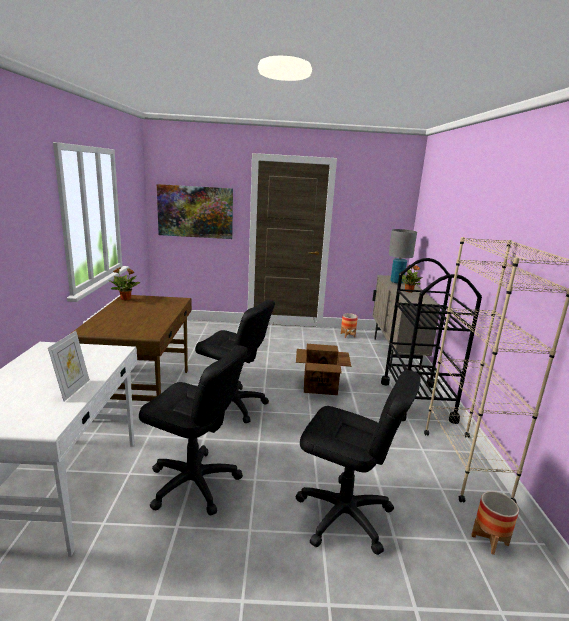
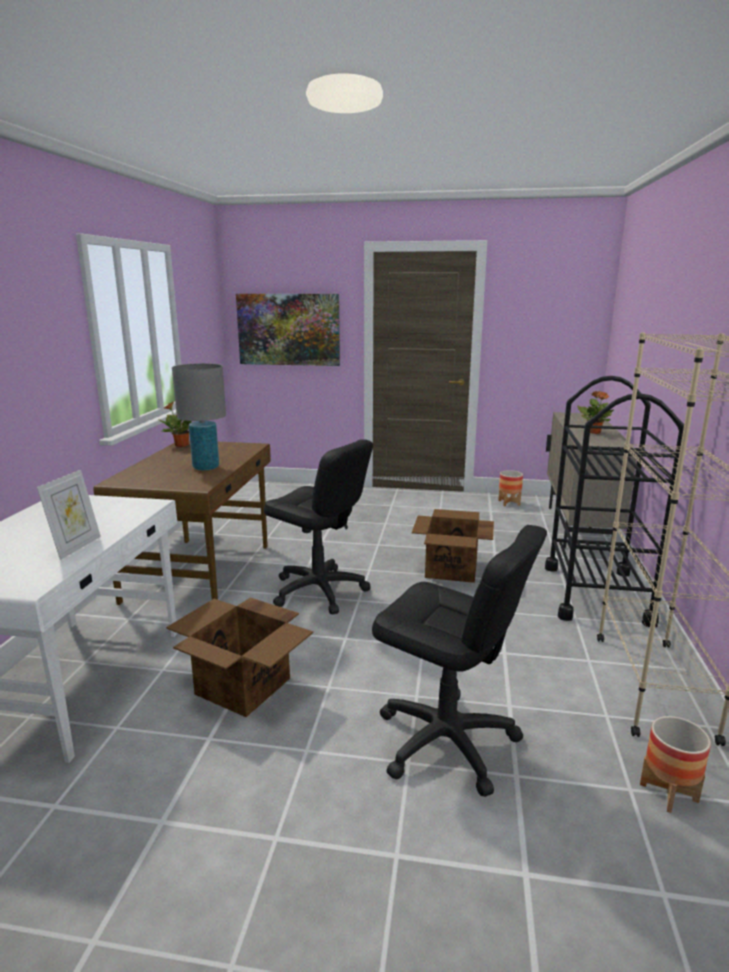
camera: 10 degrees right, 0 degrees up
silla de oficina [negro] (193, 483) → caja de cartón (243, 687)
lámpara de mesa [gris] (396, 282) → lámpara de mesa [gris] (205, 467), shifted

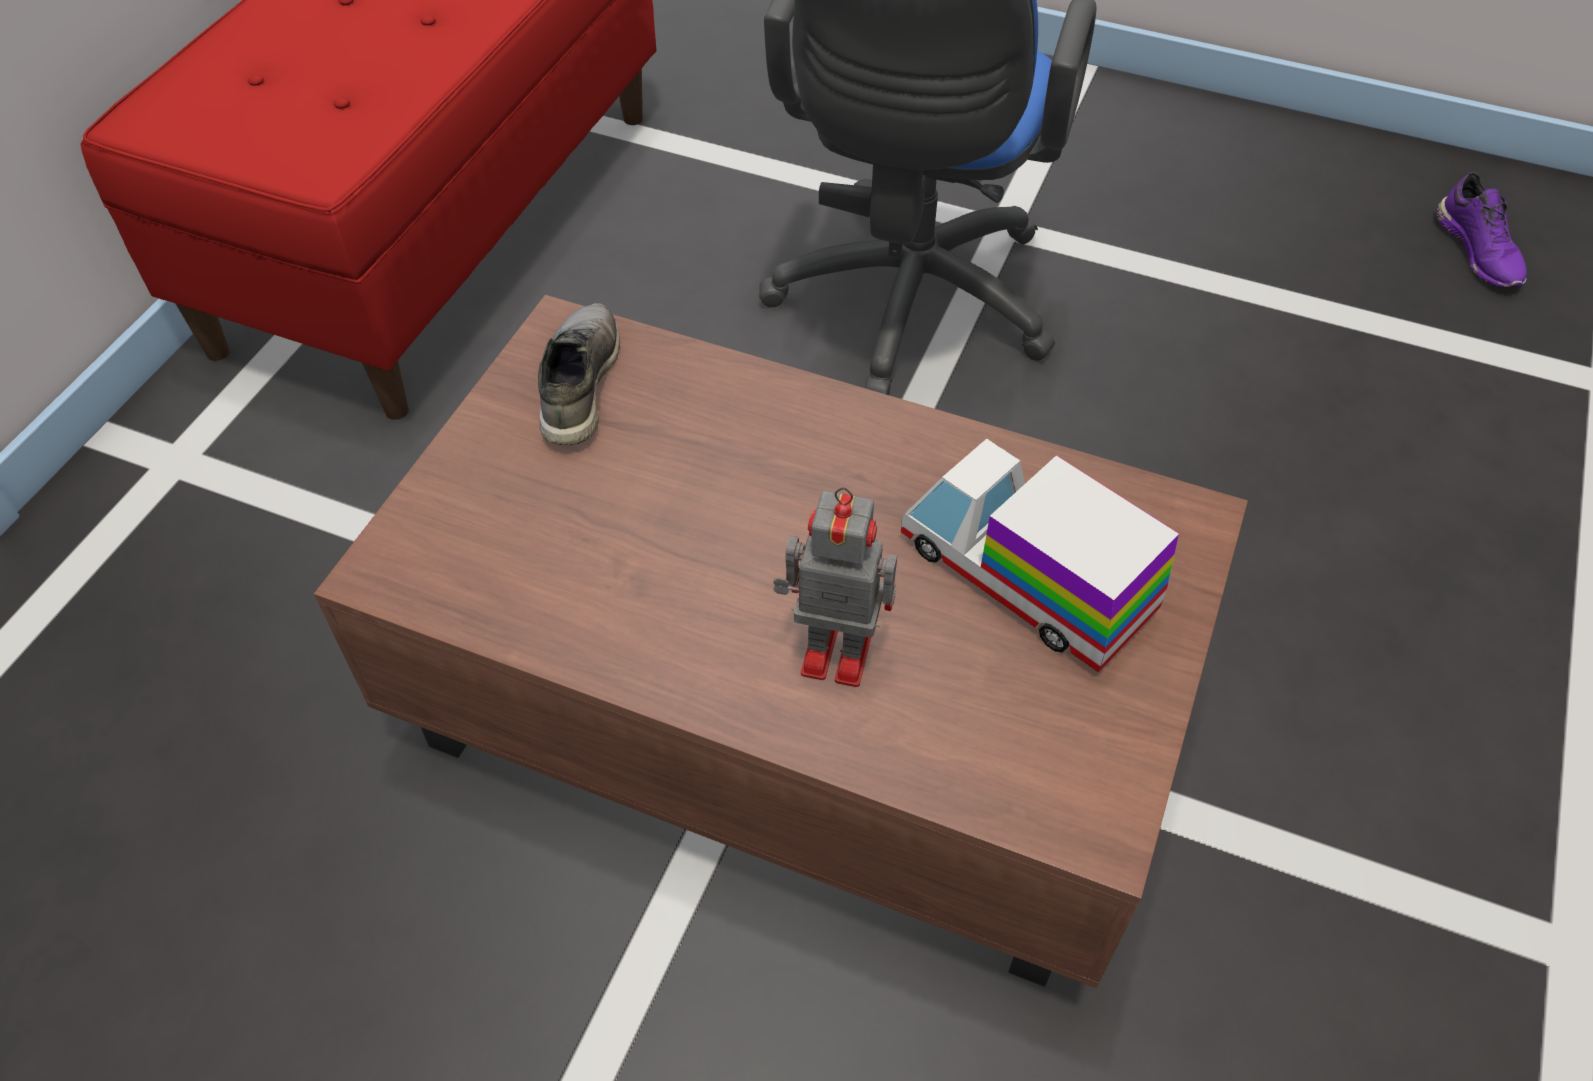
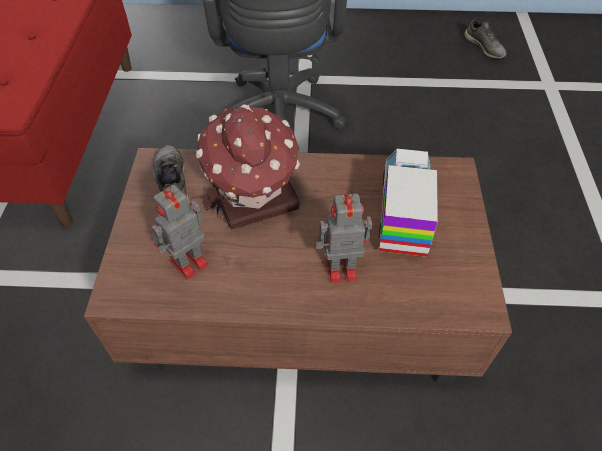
camera: 20 degrees left, 0 degrees up
camión de juguete (1025, 576) → camión de juguete (403, 212), 75 degrees clockwise
zapato [morado] (1479, 251) → zapato [gris] (485, 47)
- → robot de juguete (187, 263)
- → casita (253, 194)

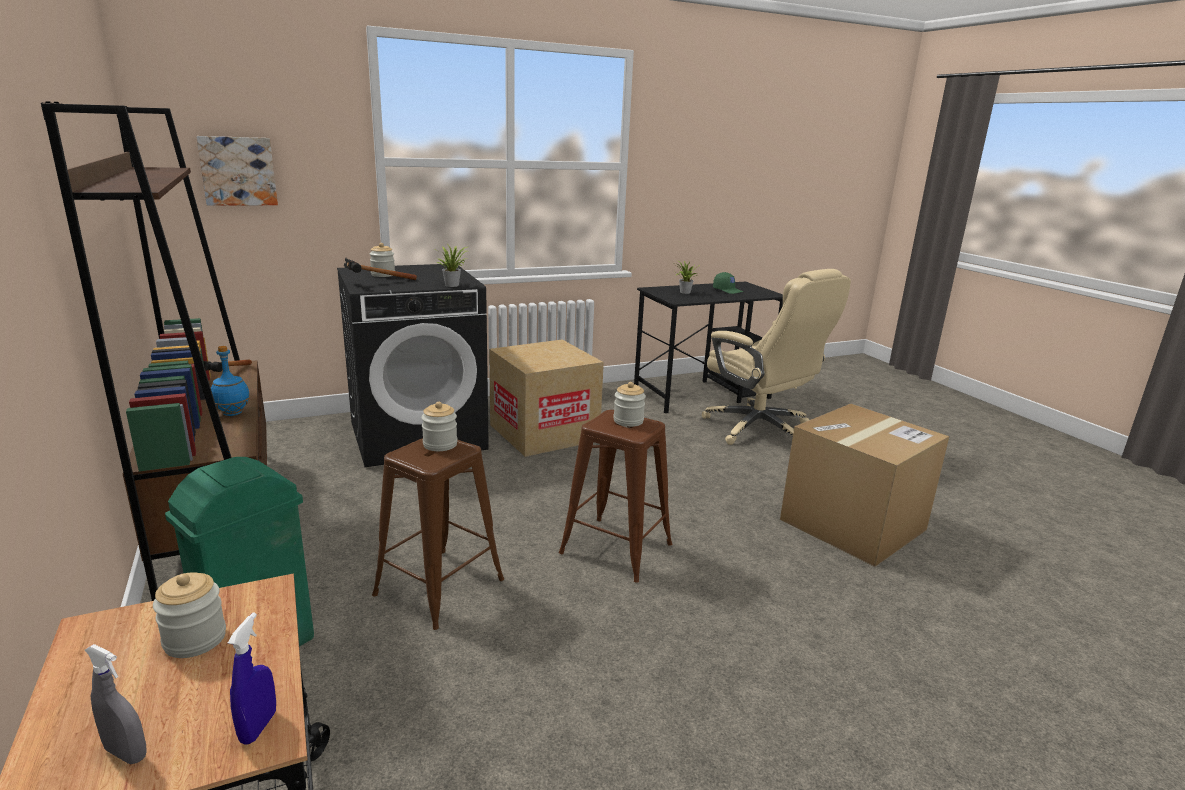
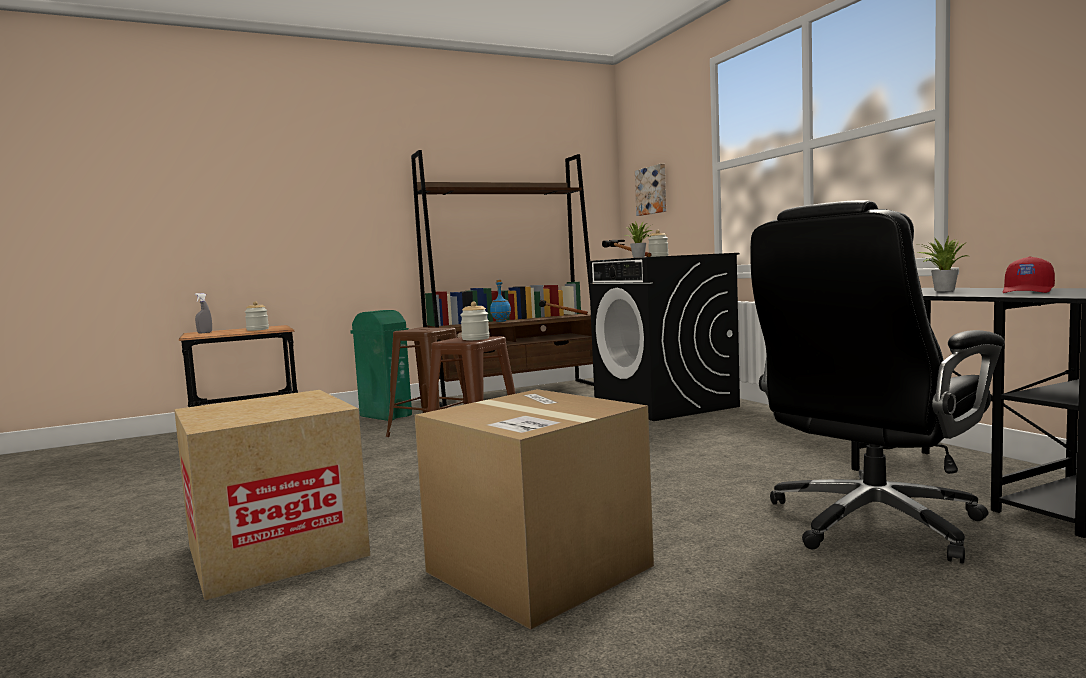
camera: 90 degrees right, 15 degrees down
pulverizador [azul] (258, 727) → -
tarro (440, 444) → -
caja de cartón (544, 432) → caja de cartón (276, 551), shifted
silla de oficina [beis] (759, 429) → silla de oficina [negro] (870, 523)
gorra [verde] (727, 290) → gorra [rojo] (1028, 291)

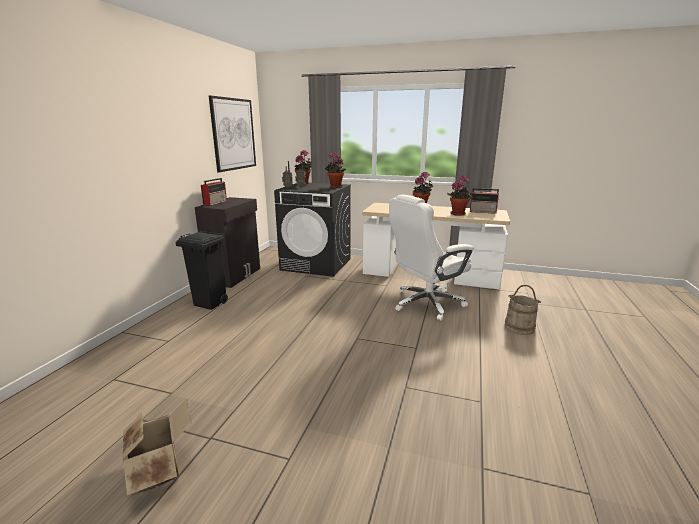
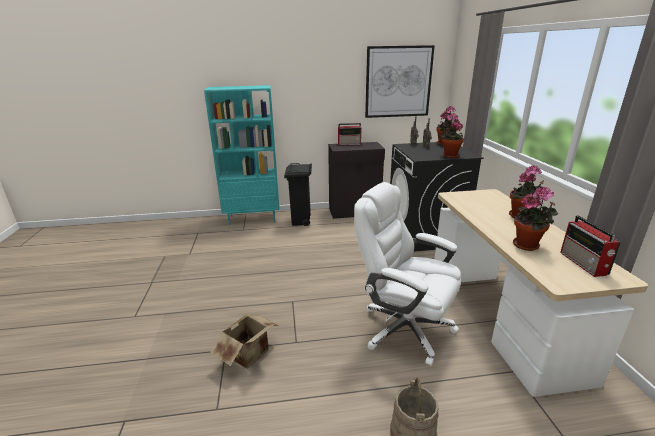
camera: 65 degrees right, 5 degrees up
caja de cartón (160, 468) → caja de cartón (251, 355), shifted
- → estantería [turquesa] (253, 219)

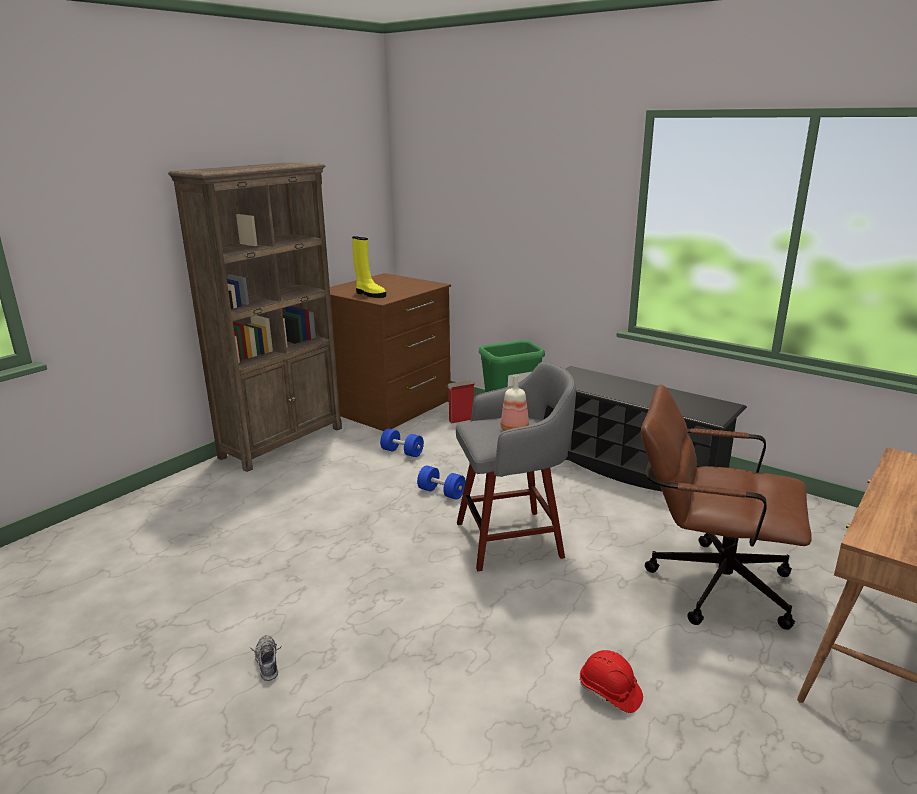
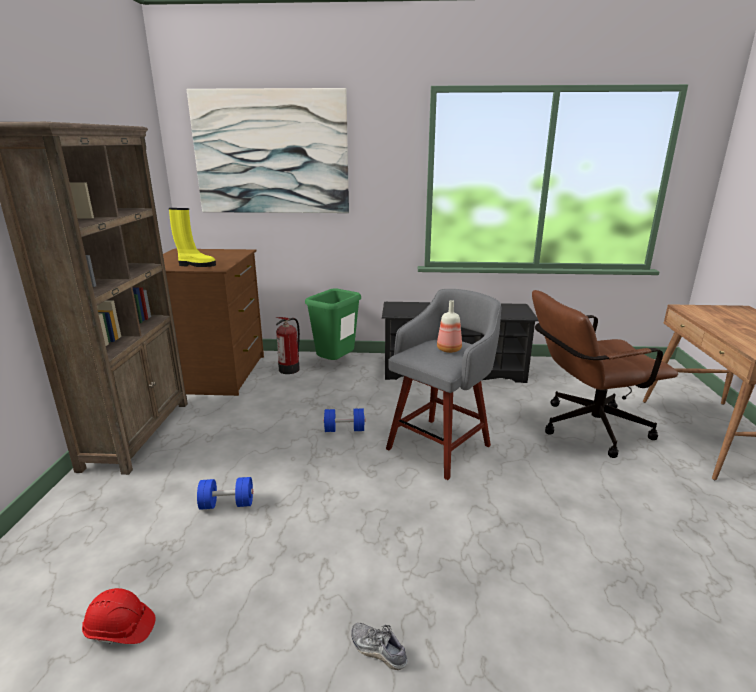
camera: 35 degrees left, 0 degrees up
mancuerna [azul] (402, 452) → mancuerna [azul] (227, 504), shifted
caja de cartón (460, 420) → extintor (290, 369)
casco [rojo] (610, 692) → casco [rojo] (120, 629), shifted
- → cuadro (271, 153)

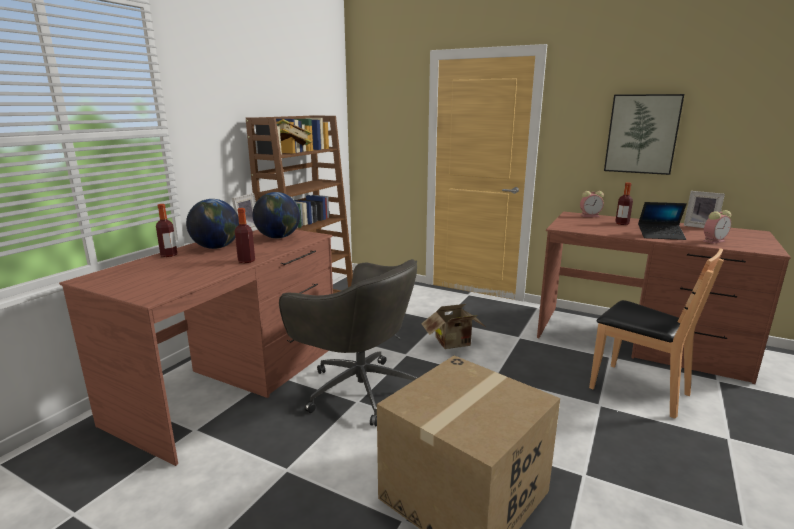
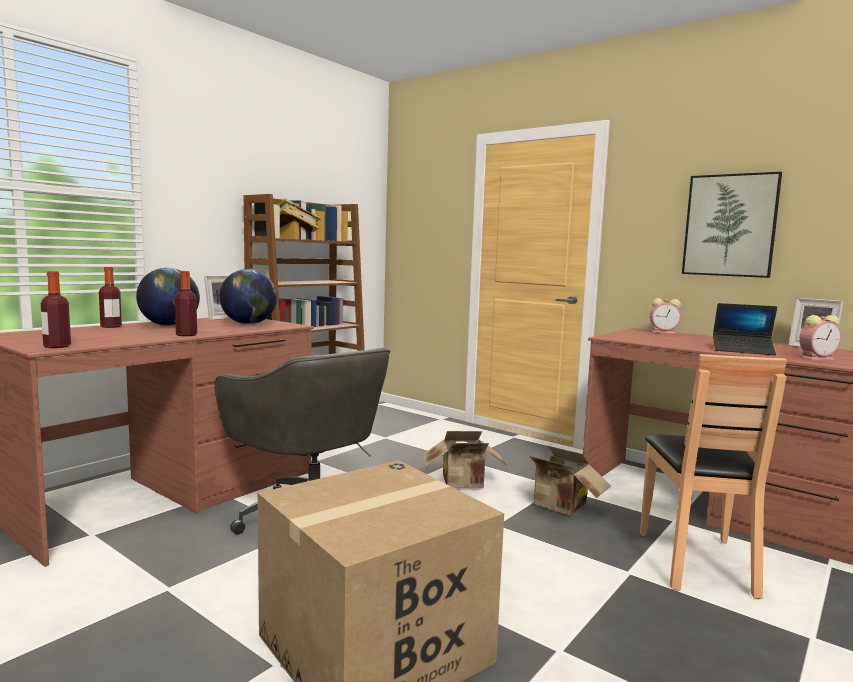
camera: 10 degrees right, 10 degrees down
silla [marrón] (638, 390) → silla [marrón] (697, 562), 45 degrees clockwise
botella (622, 223) → botella (57, 346), shifted
- → caja de cartón (559, 507)

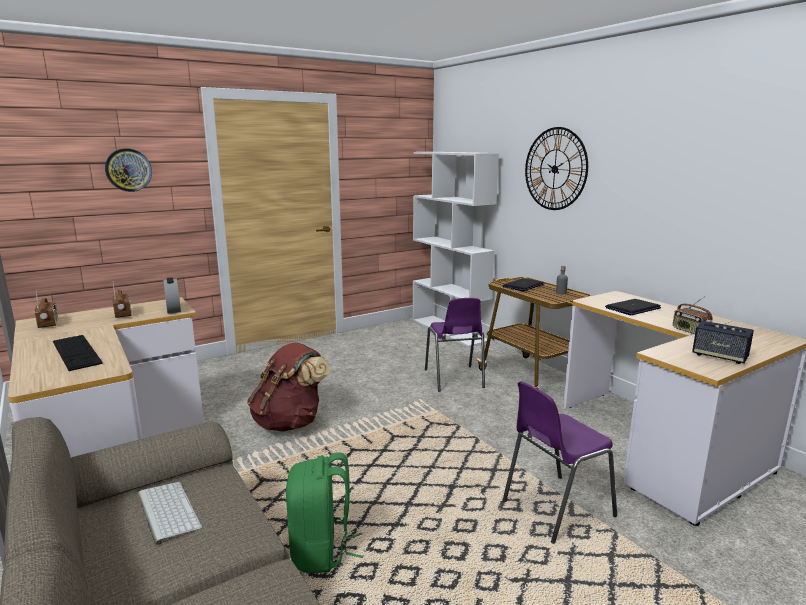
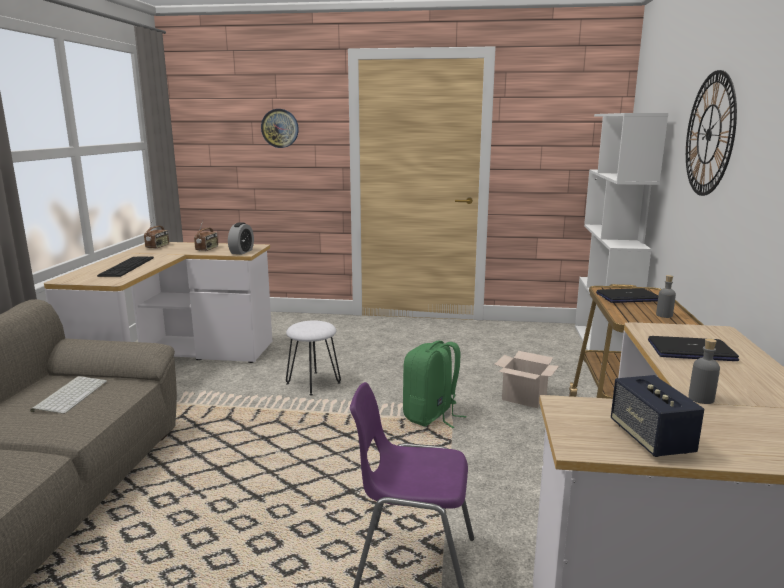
camera: 40 degrees right, 0 degrees up
mochila [marrón] (290, 422) → taburete [blanco] (313, 383)
mochila [verde] (322, 551) → mochila [verde] (431, 416), shifted
silla [morado] (454, 379) → caja de cartón (523, 398)
radio (690, 331) → botella [gris] (701, 398)

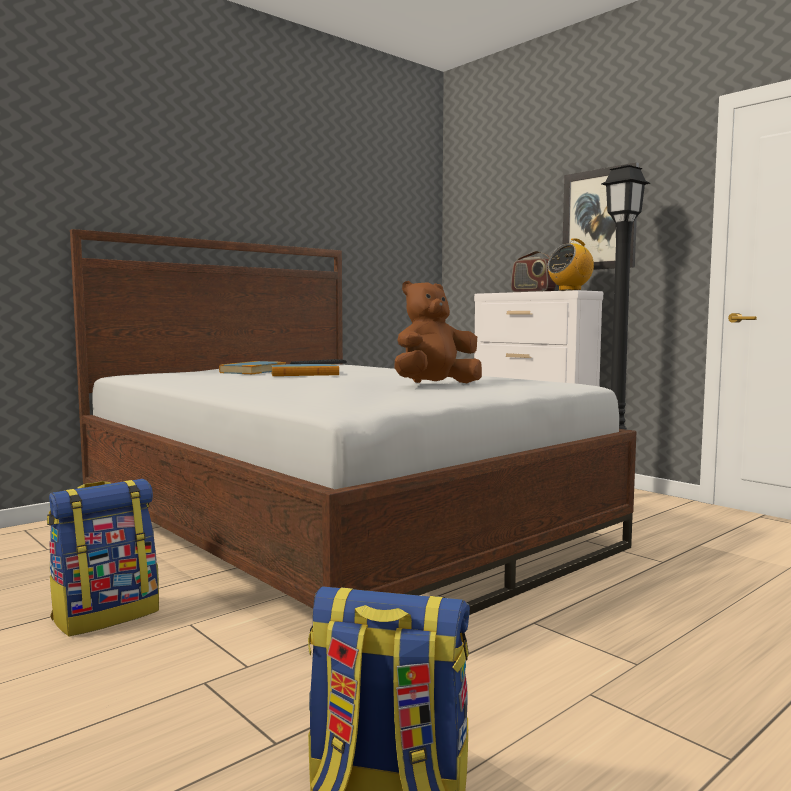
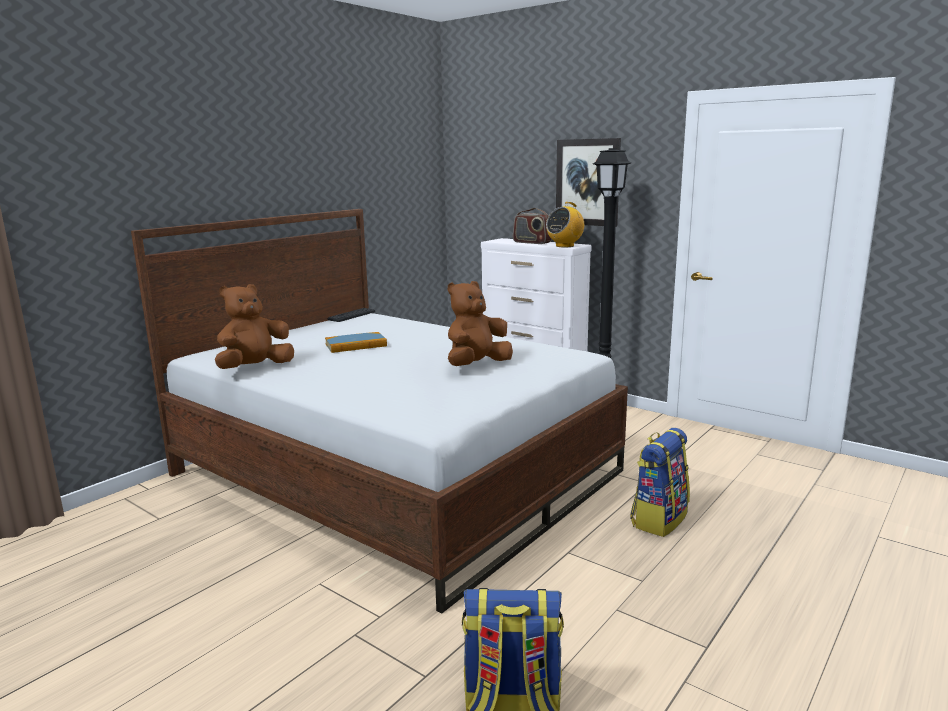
camera: 10 degrees left, 10 degrees up
mochila (106, 615) → mochila (658, 519), shifted
libro (253, 371) → -
- → peluche [marrón] (255, 368)

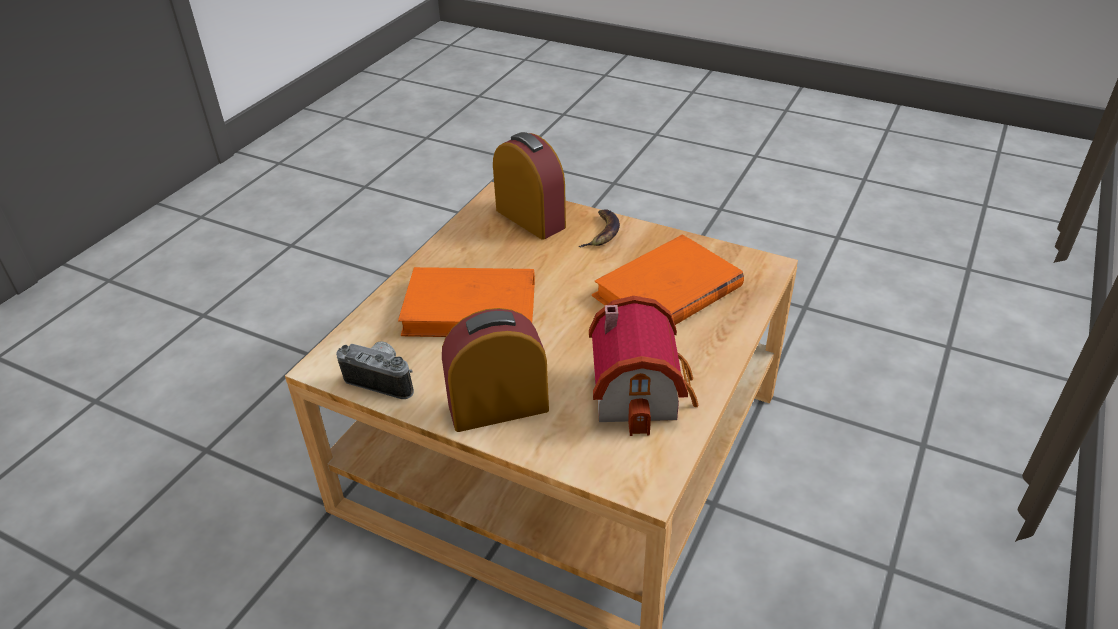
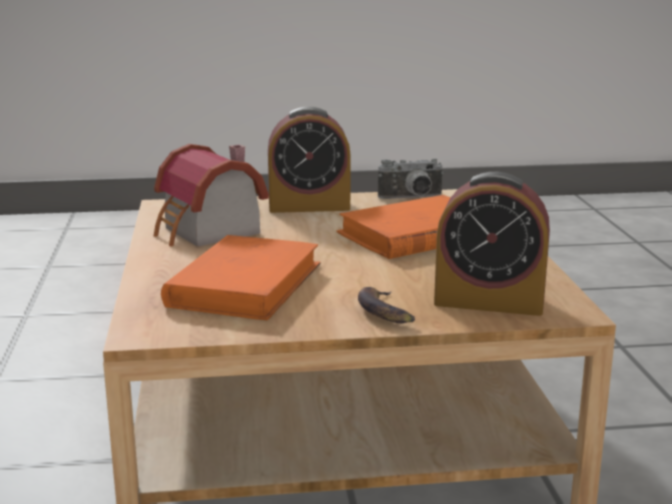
camera: 145 degrees right, 20 degrees down
despertador (498, 407) → despertador (309, 206), 45 degrees clockwise

